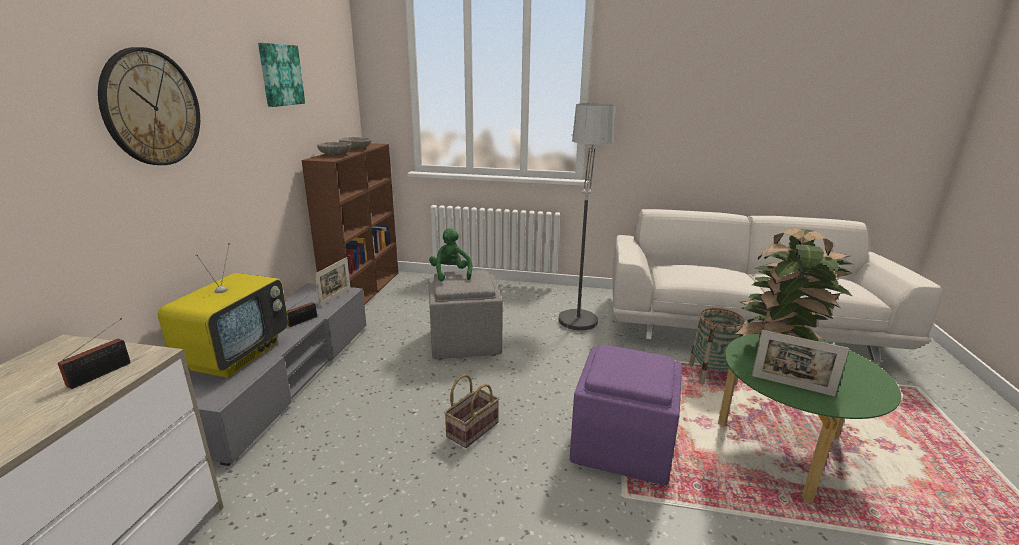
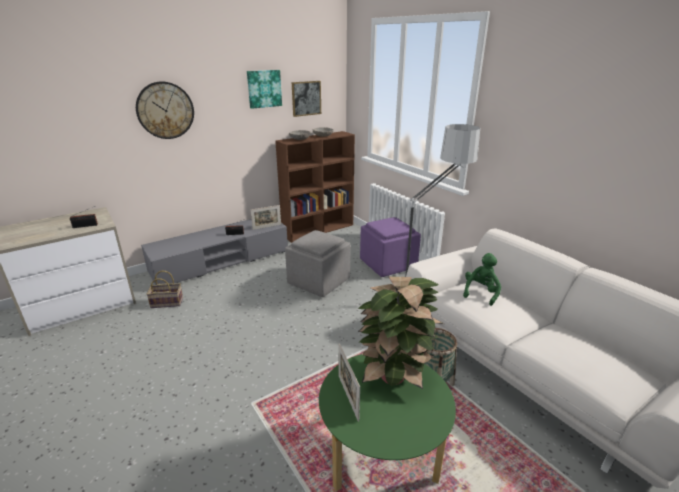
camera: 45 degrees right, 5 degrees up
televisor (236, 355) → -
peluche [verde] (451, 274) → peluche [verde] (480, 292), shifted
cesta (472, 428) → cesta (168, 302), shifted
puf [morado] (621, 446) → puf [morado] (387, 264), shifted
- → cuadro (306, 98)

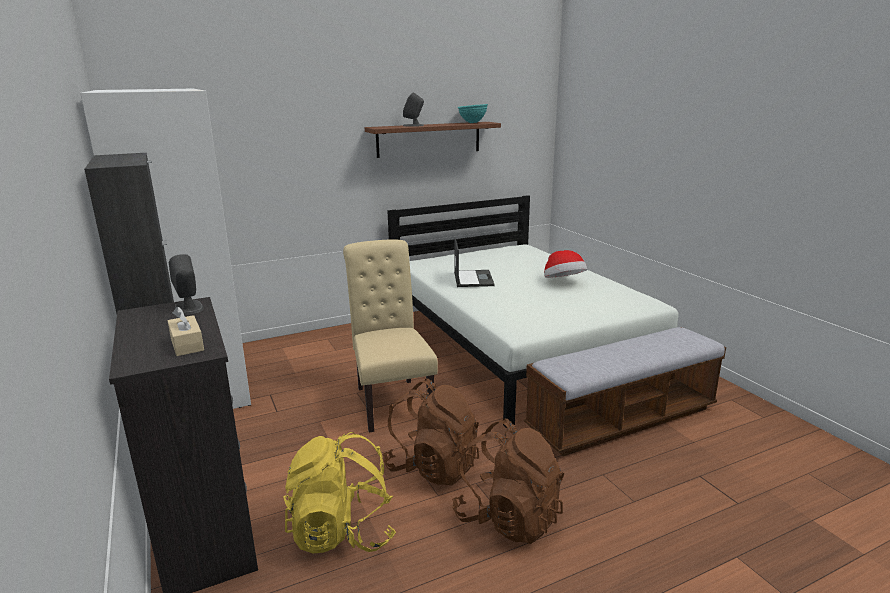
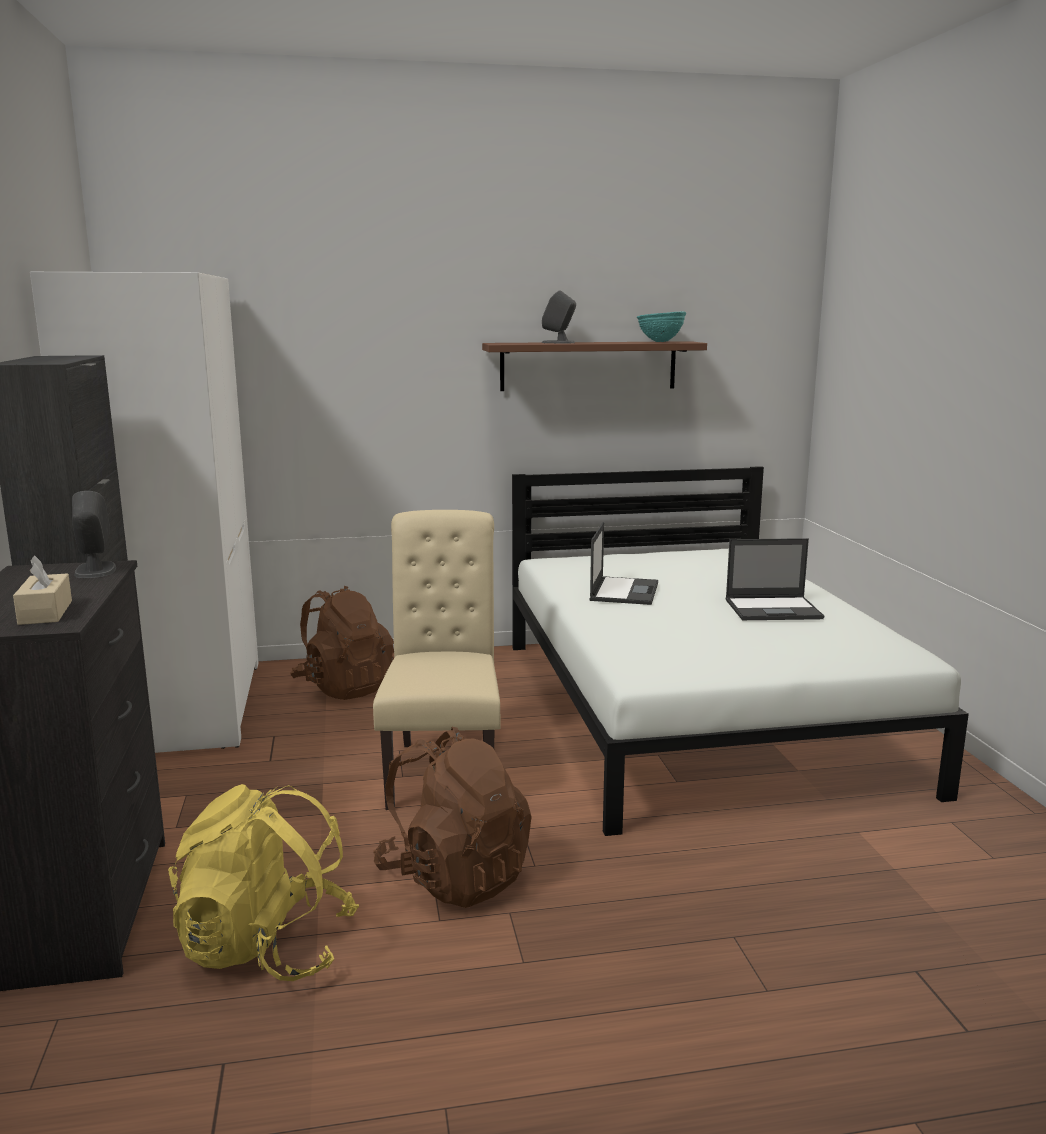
camera: 15 degrees right, 5 degrees down
mochila [marrón] (508, 518) → mochila [marrón] (344, 687), shifted
banco (622, 419) → -
sombrero (563, 282) → portátil (774, 609)

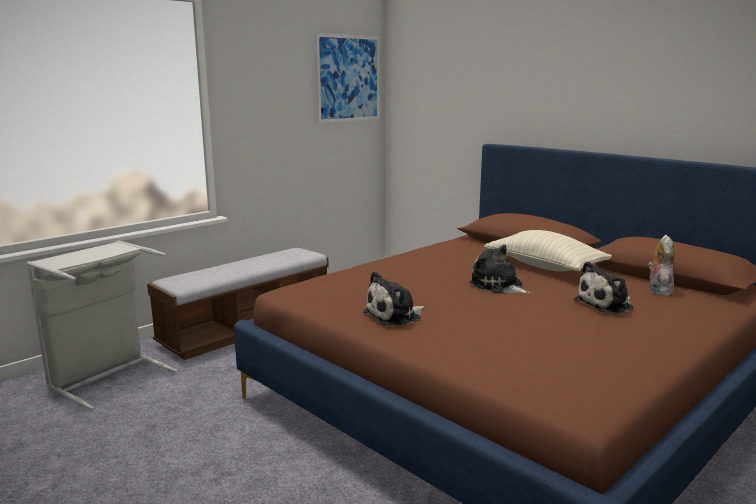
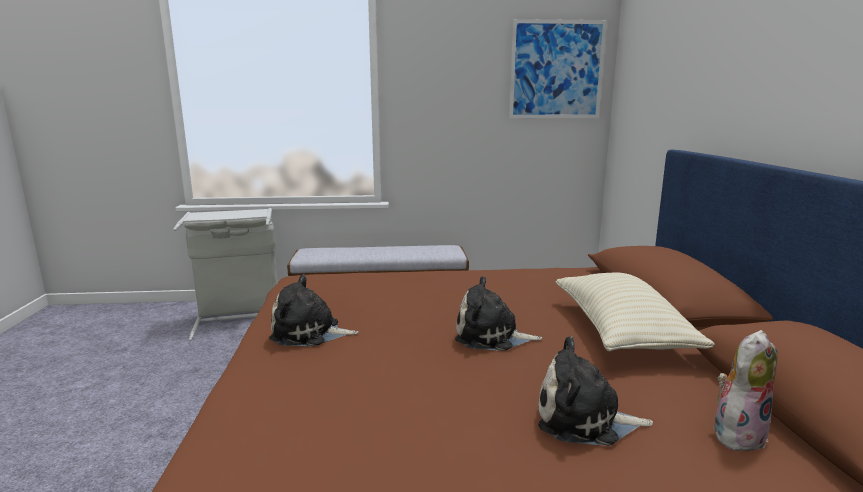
camera: 40 degrees right, 0 degrees up
peluche (498, 286) → peluche (491, 336), 75 degrees counterclockwise

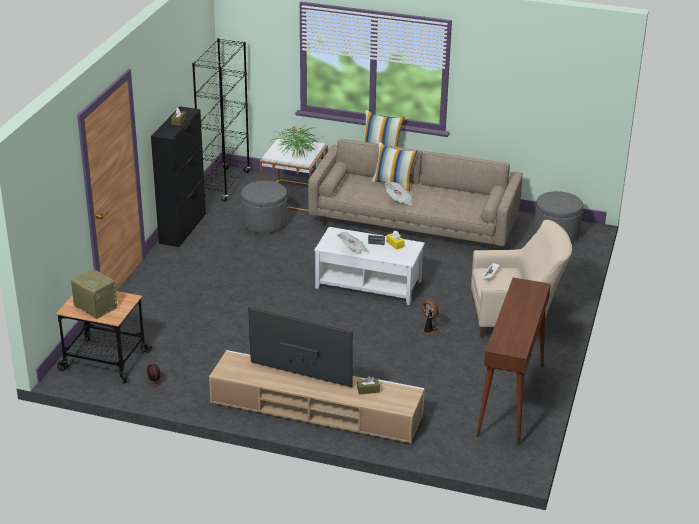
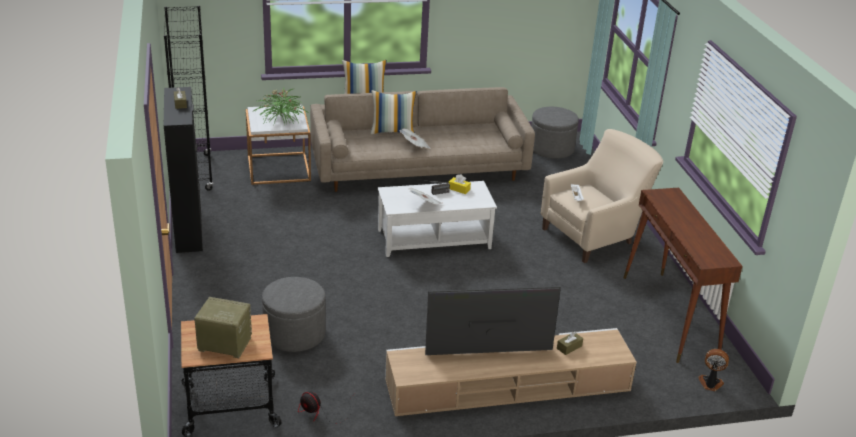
camera: 30 degrees left, 0 degrees up
puf [gris] (264, 223) → puf [gris] (294, 334), shifted
ventilador (429, 330) → ventilador (710, 384), shifted

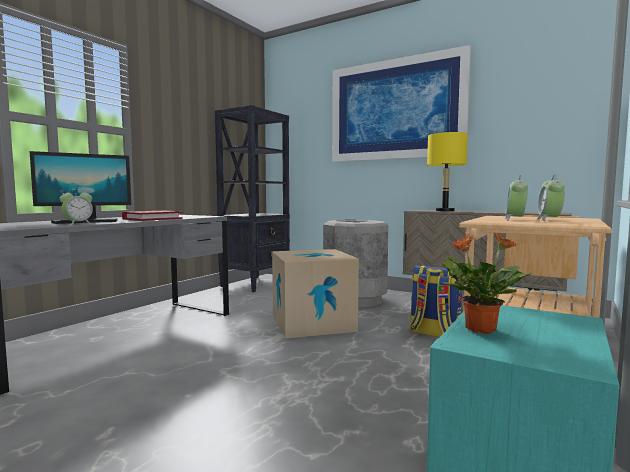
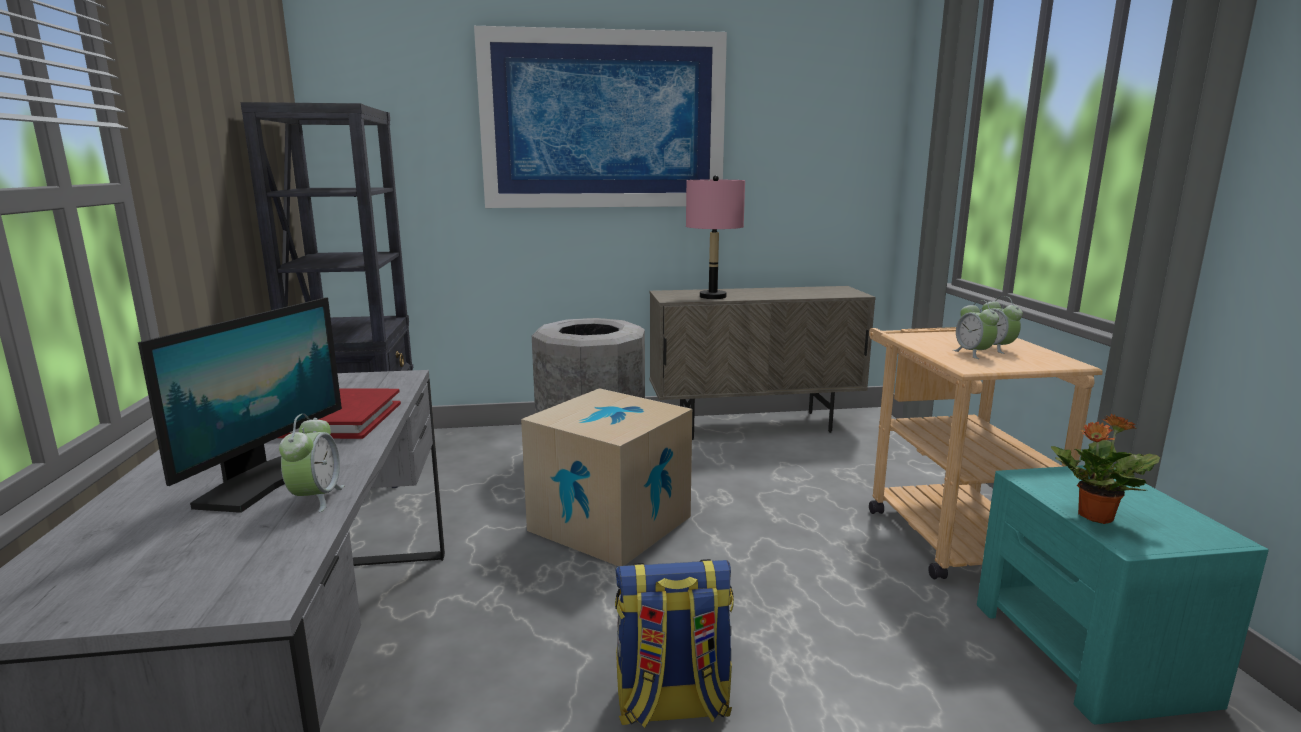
camera: 40 degrees left, 10 degrees up
mochila (434, 334) → mochila (672, 706), shifted
lámpara de mesa [amarillo] (445, 211) → lámpara de mesa [rosa] (713, 297)

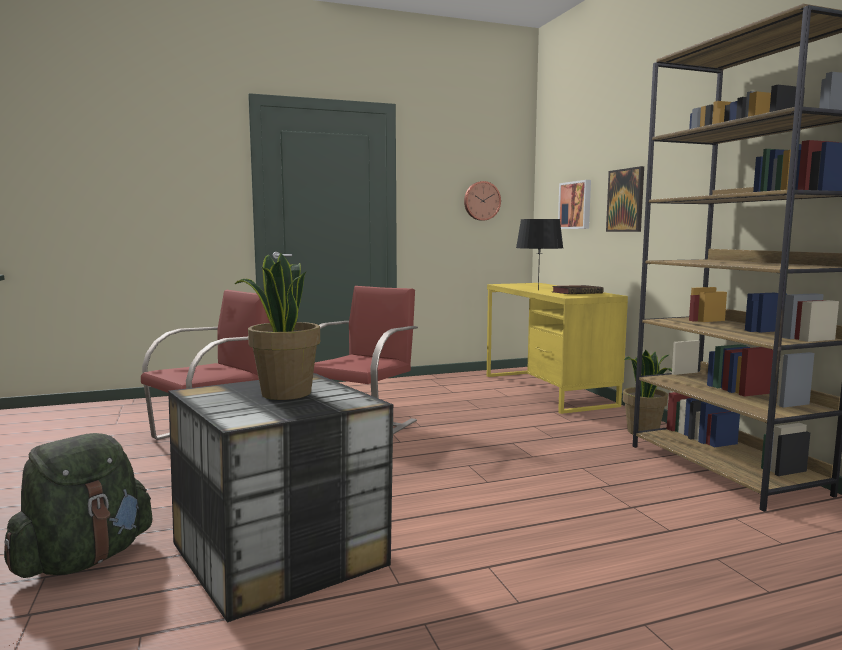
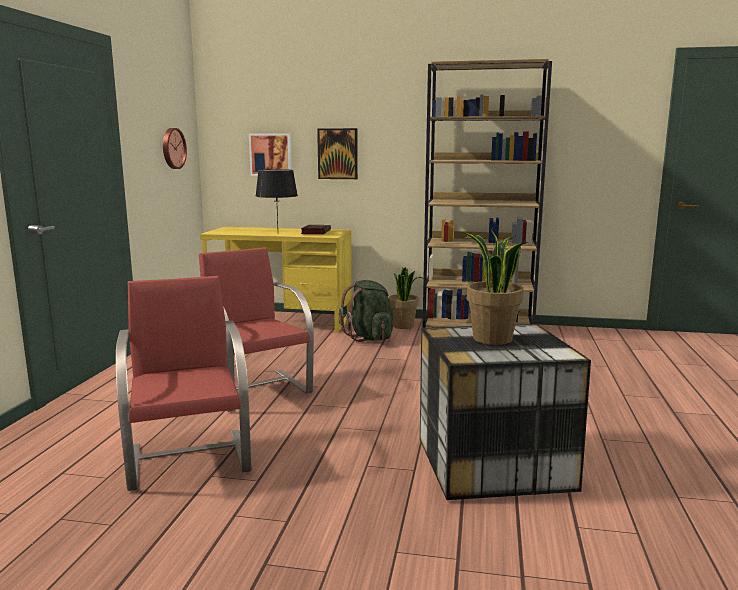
camera: 60 degrees left, 5 degrees up
mochila [verde] (84, 559) → mochila [verde] (370, 338), shifted

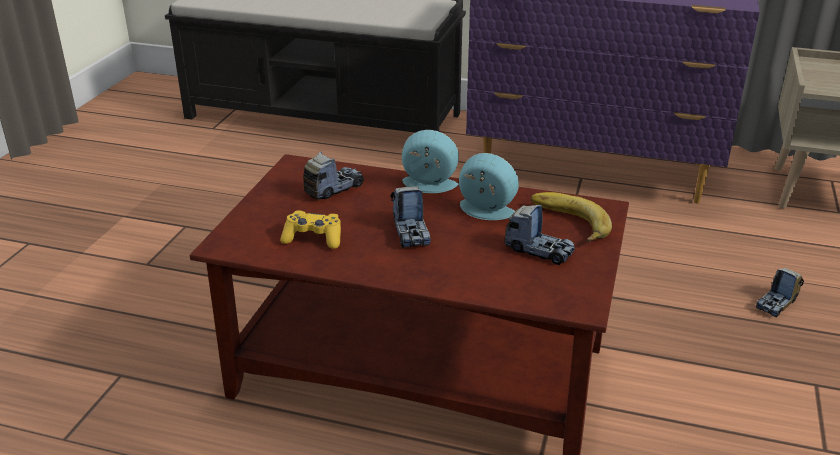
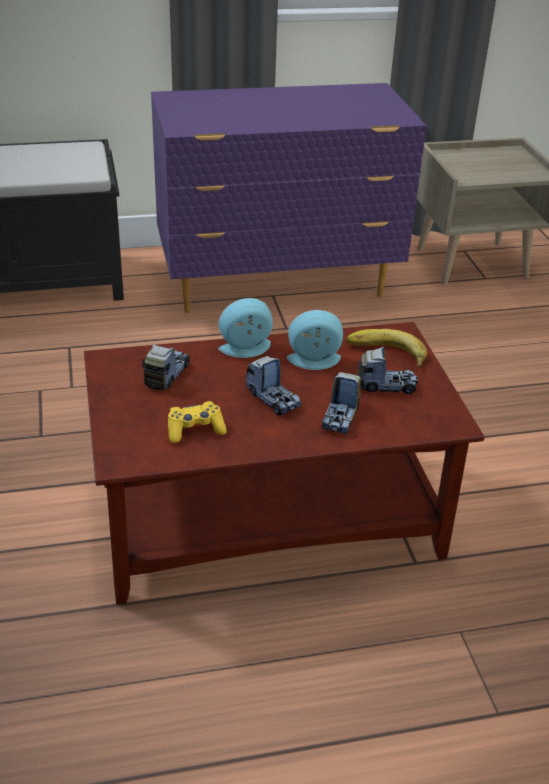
camera: 30 degrees left, 5 degrees up
camión de juguete (777, 304) → camión de juguete (341, 416), shifted

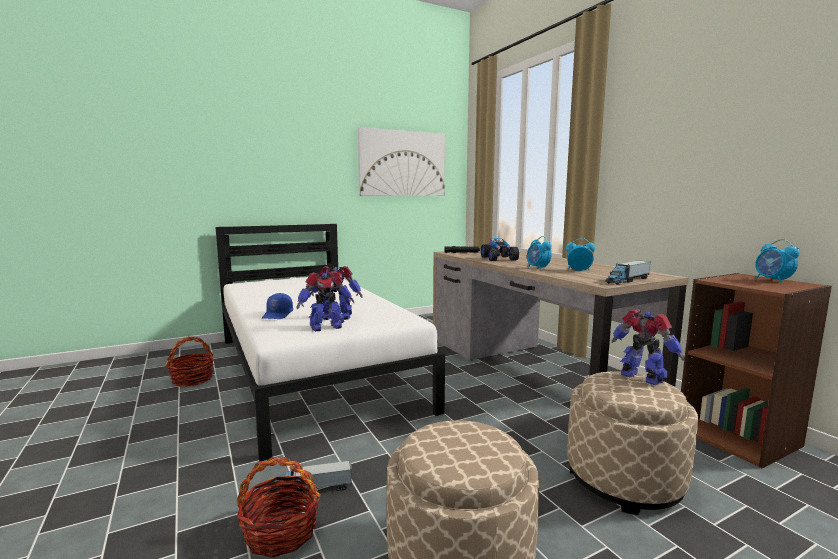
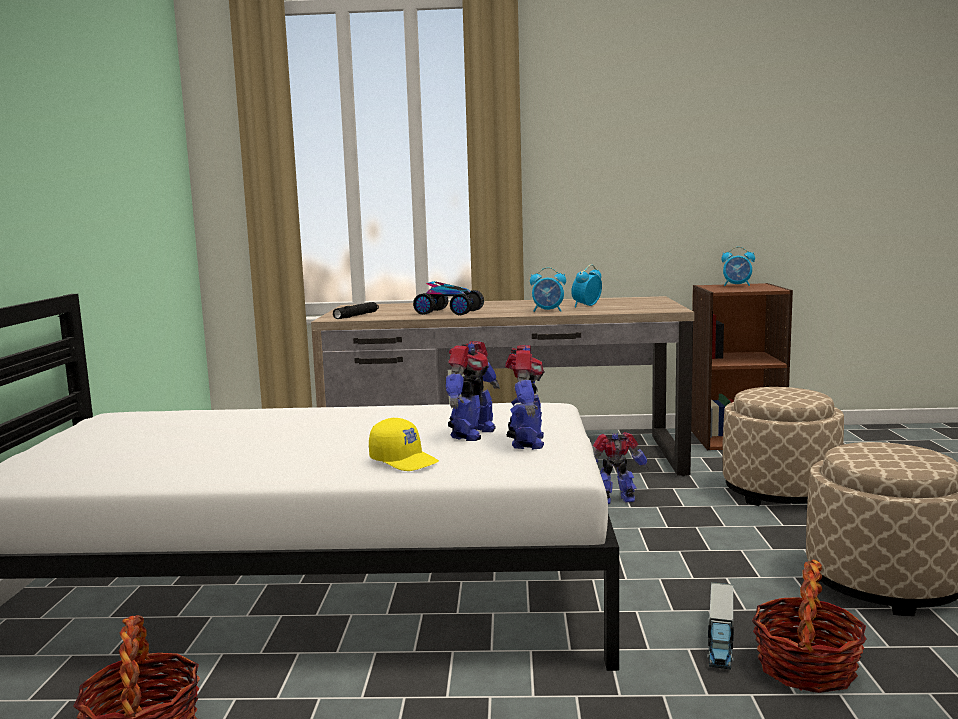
camera: 60 degrees left, 0 degrees up
gorra [azul] (278, 315) → gorra [amarillo] (404, 461)
cuadro (402, 163) → -
camión de juguete (627, 280) → -
robot de juguete (642, 378) → robot de juguete (616, 501), shifted

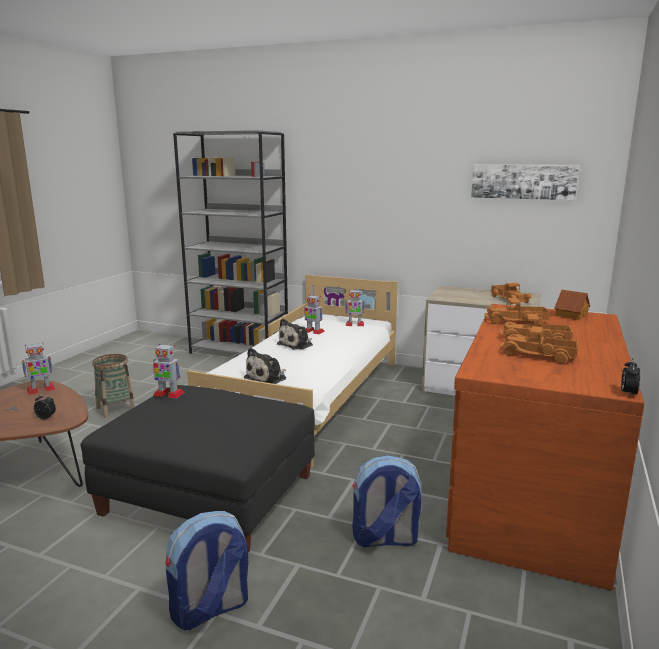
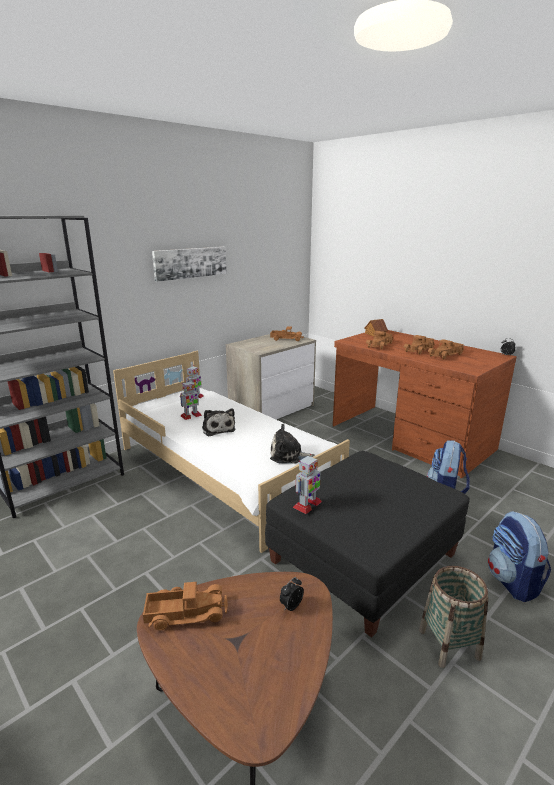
camera: 65 degrees left, 5 degrees up
robot de juguete (41, 390) → camión de juguete (186, 612)
cesta (115, 409) → cesta (449, 644), shifted
peluche (267, 378) → peluche (288, 455), 120 degrees clockwise
cuadro (523, 181) → cuadro (190, 263), shifted

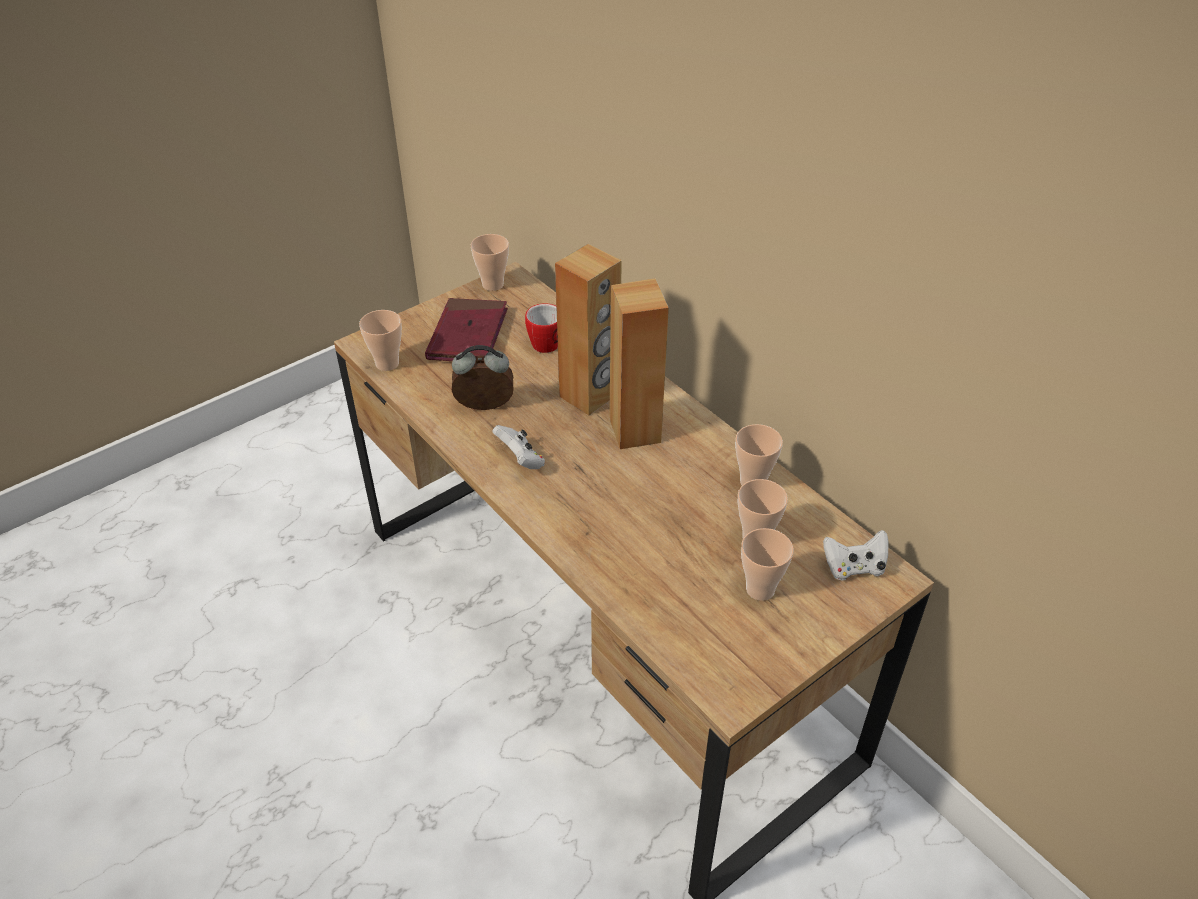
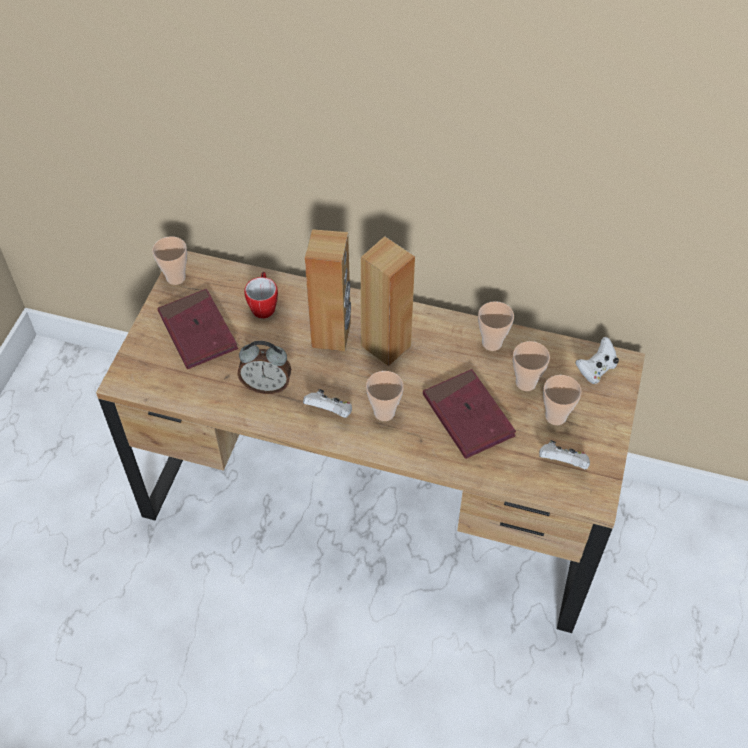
camera: 35 degrees left, 10 degrees up
taza (387, 363) → taza (384, 412), shifted
despertador (484, 408) → despertador (267, 385), 135 degrees counterclockwise
- → libro [rojo] (468, 416)
- → mando de consola [blanco] (562, 463)

